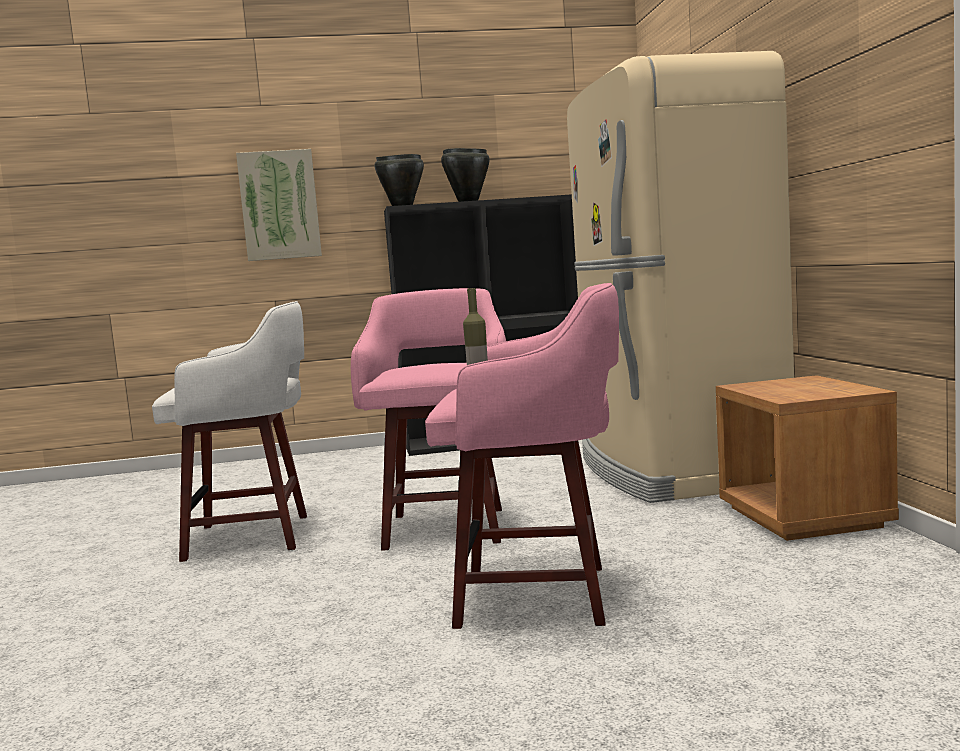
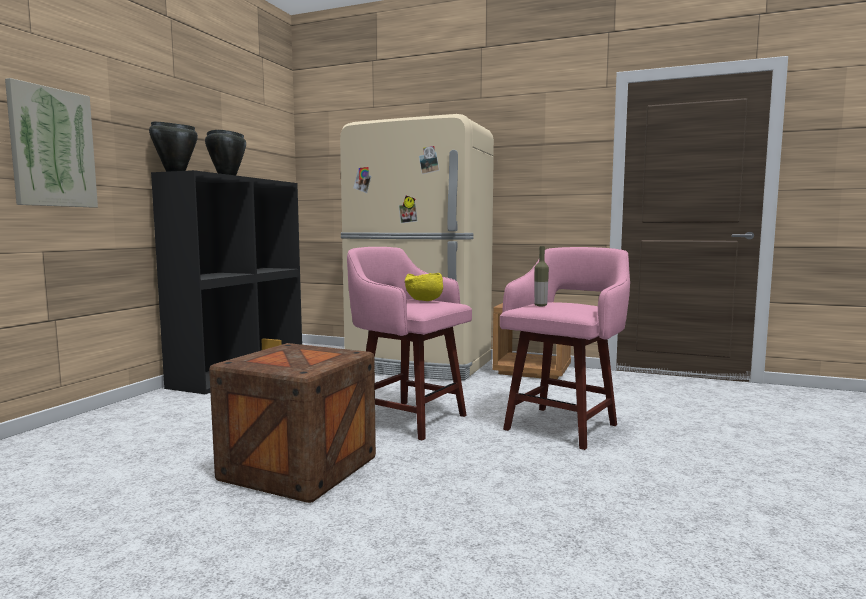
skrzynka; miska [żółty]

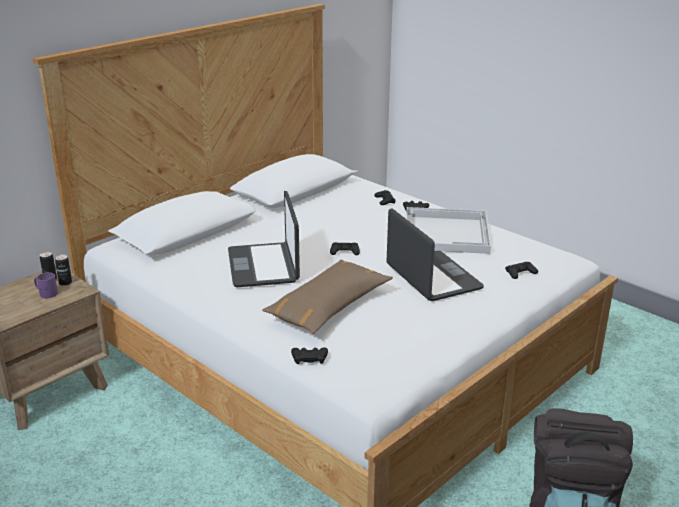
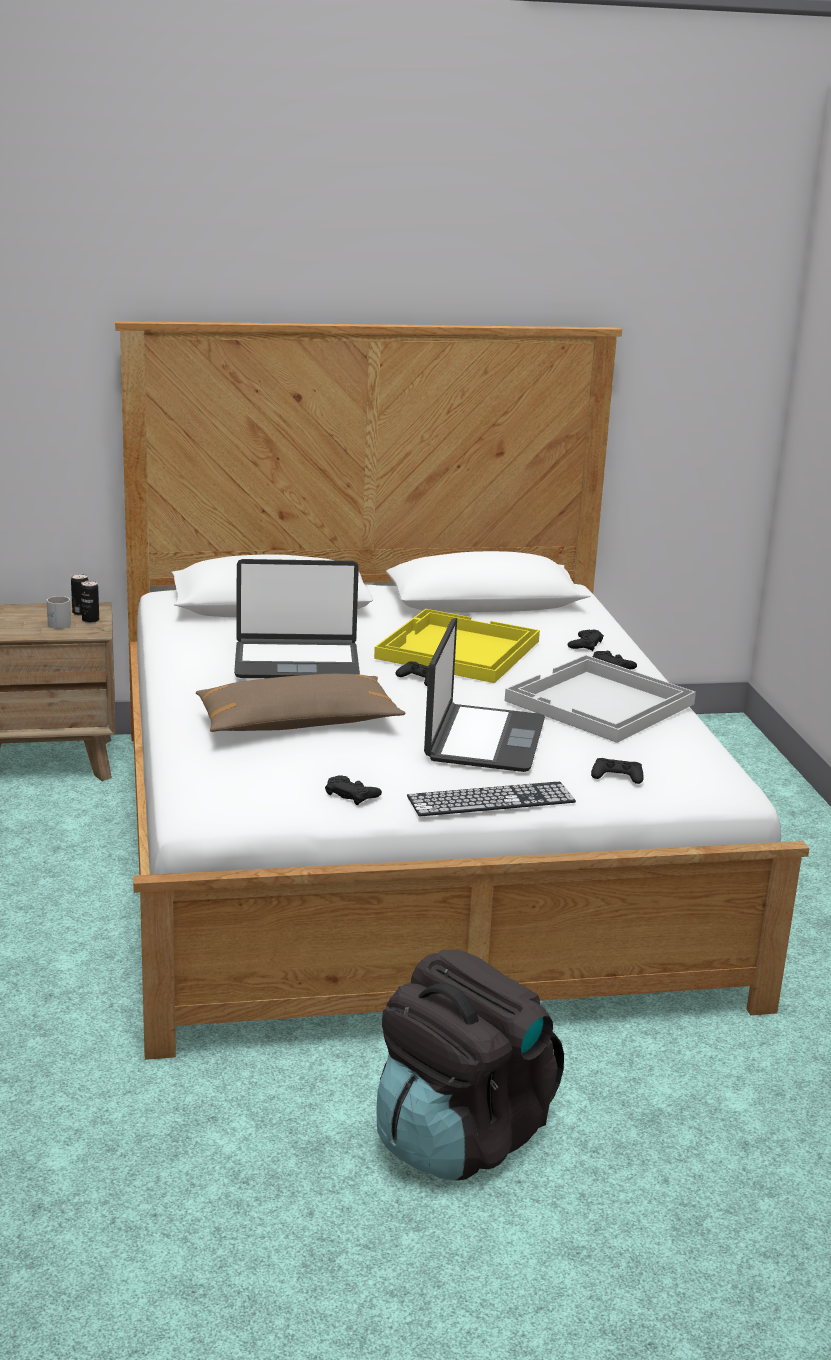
kubek [biały]; laptop (1st from left); pad do gier [czarny] (1st from left); taca [żółty]; klawiatura

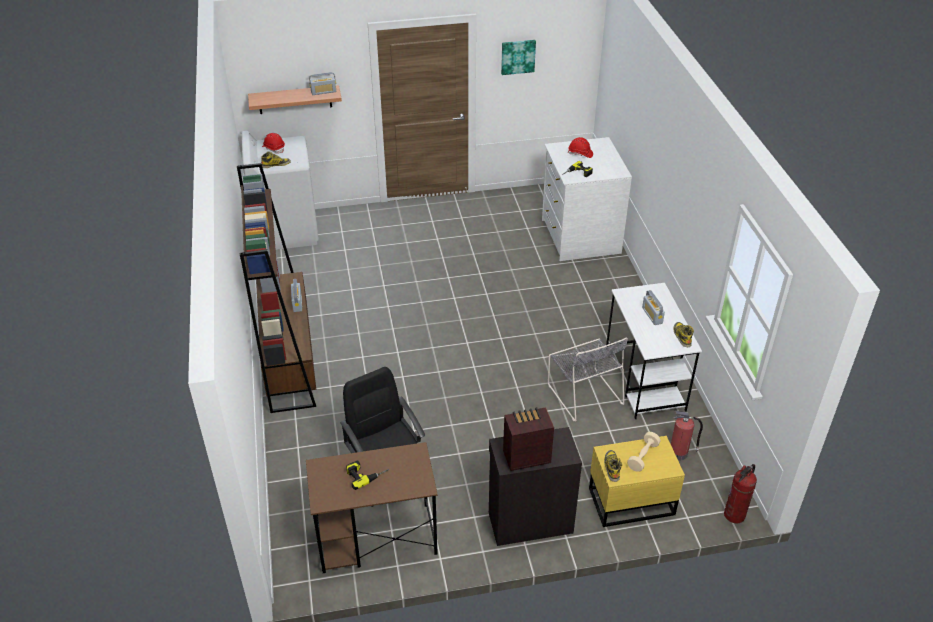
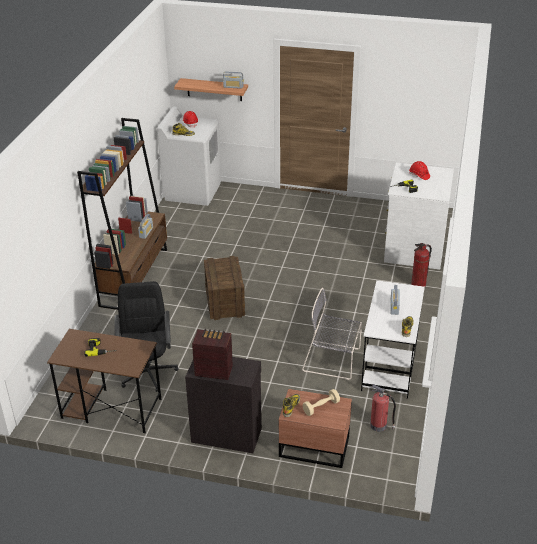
skrzynka; szafka nocna [brązowy]; krzesło [szary]; gaśnica (2nd from left); obraz

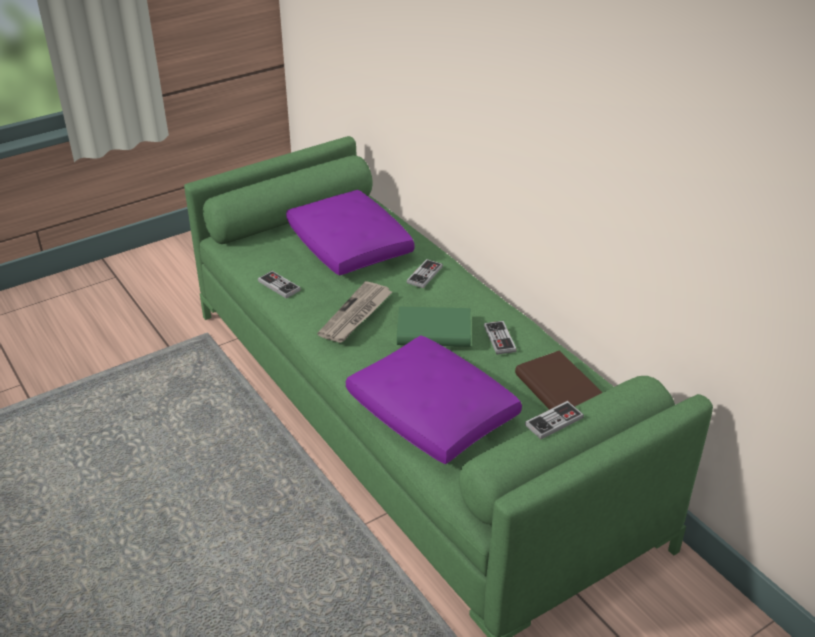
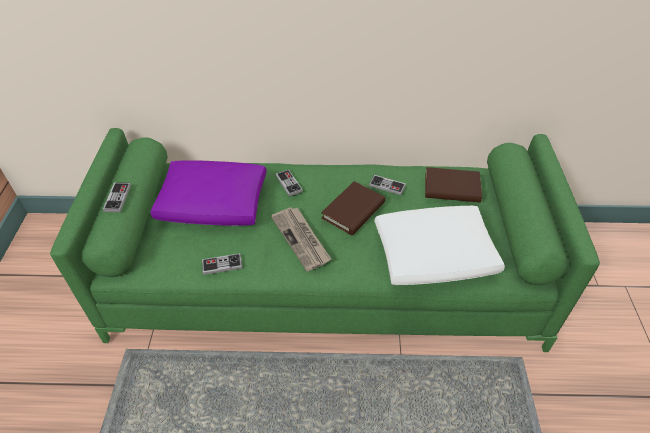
pad do gier (1st from left); książka [brązowy] (1st from left); poduszka [biały]

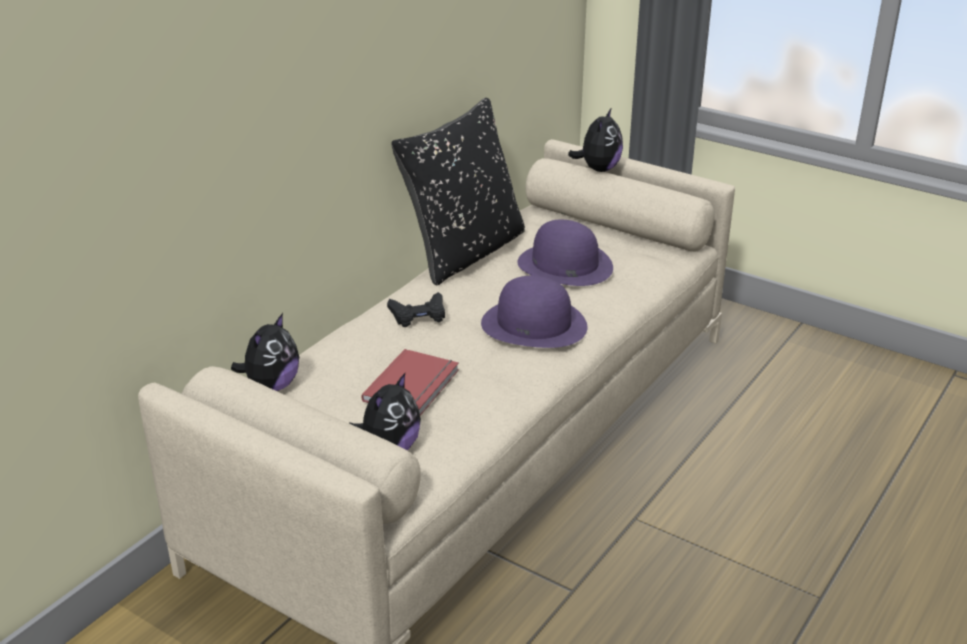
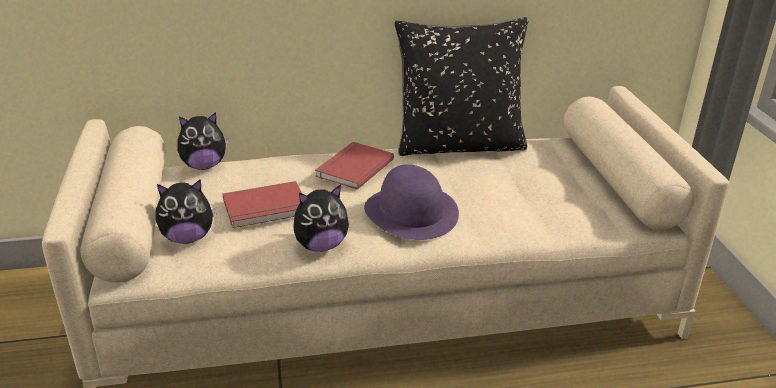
pluszak (3rd from left); książka [czerwony] (2nd from left); kapelusz [fioletowy] (2nd from left in the first image)

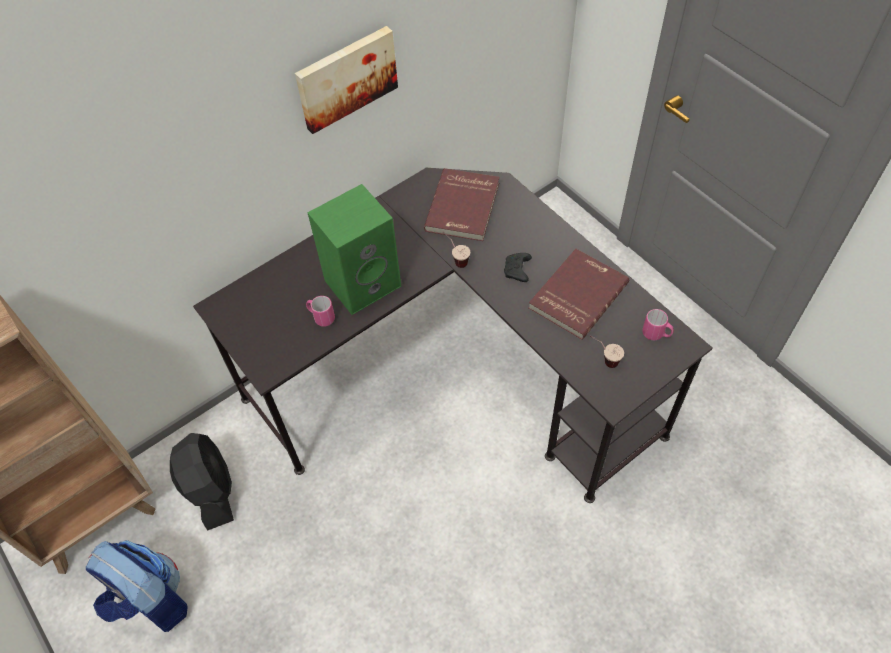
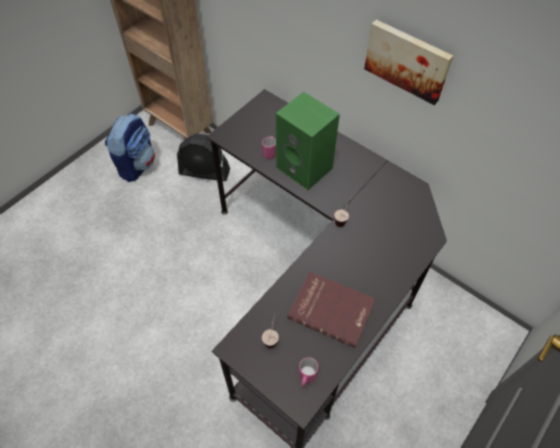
wentylator [czarny]; książka [czerwony] (1st from left in the first image); pad do gier [czarny]

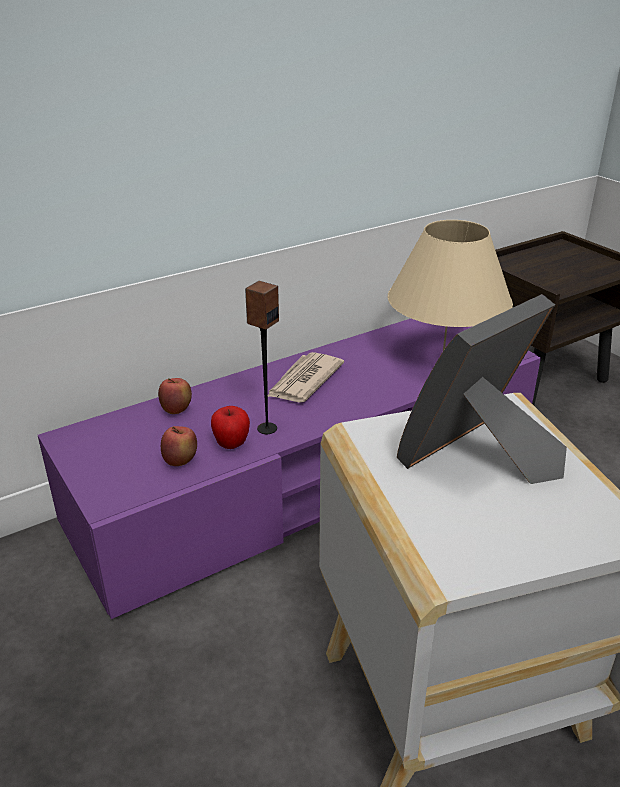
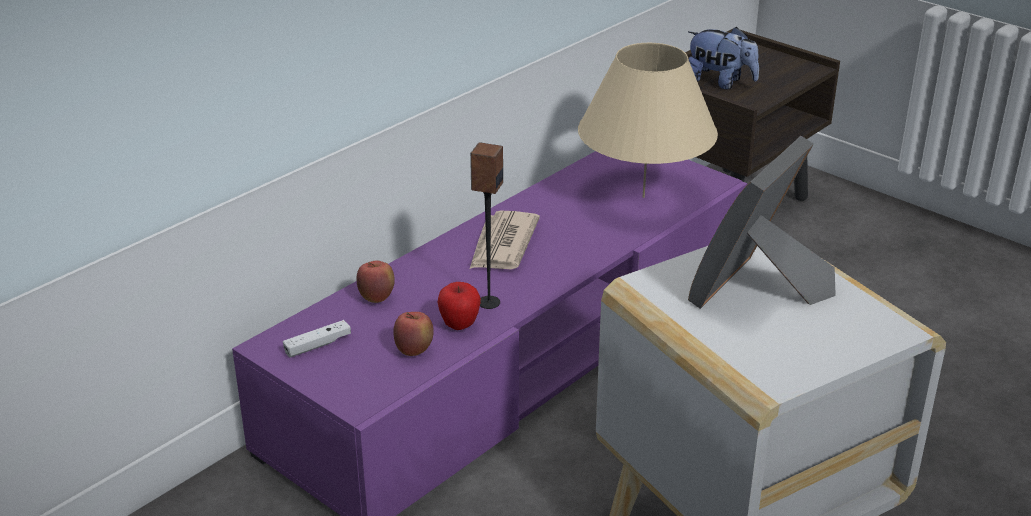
pad do gier [biały]; pluszak

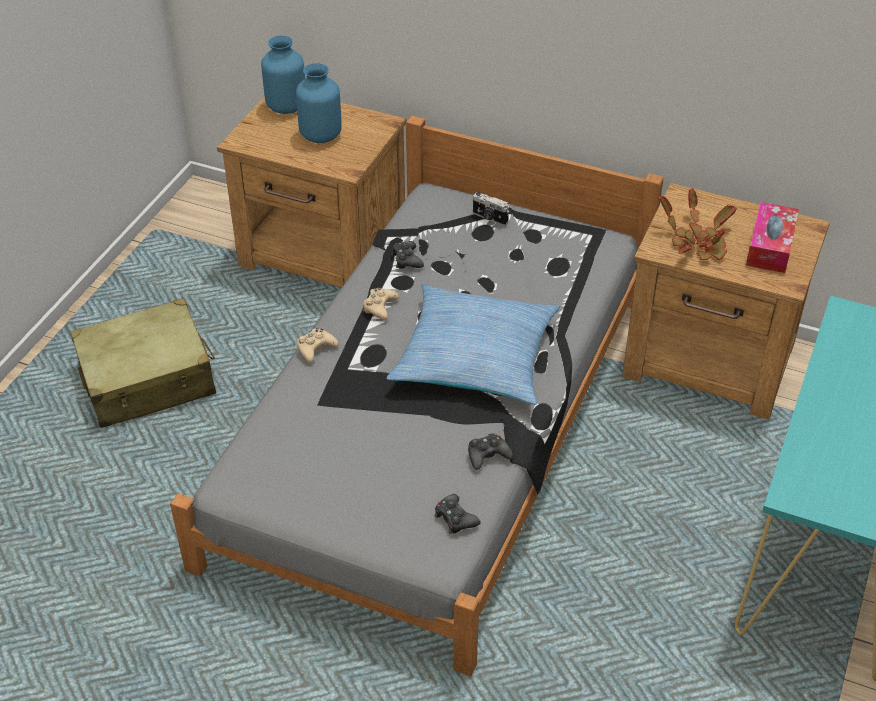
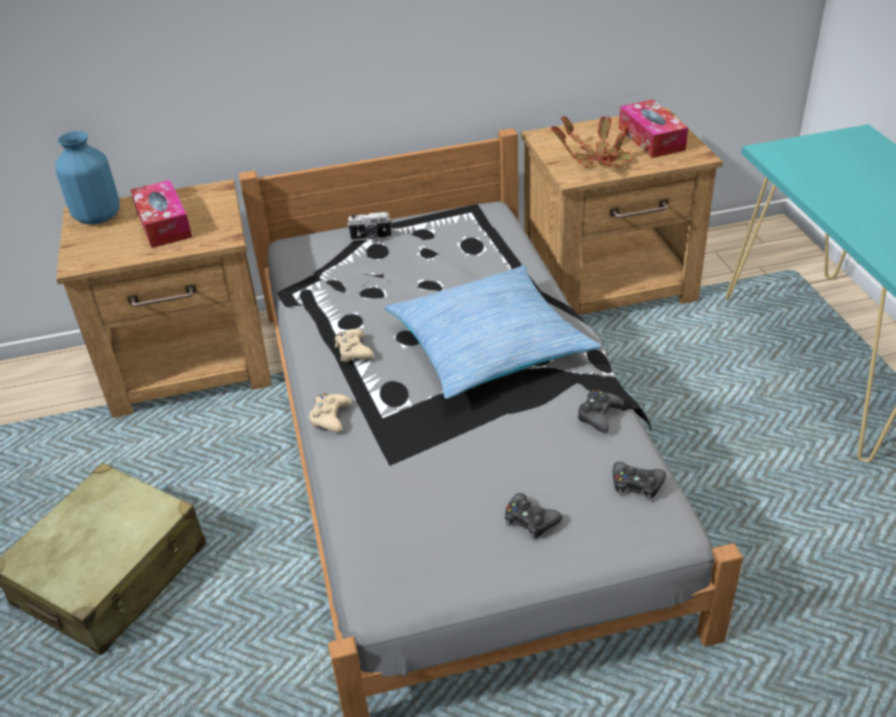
pudełko chusteczek (1st from left); pad do gier [czarny] (1st from left)

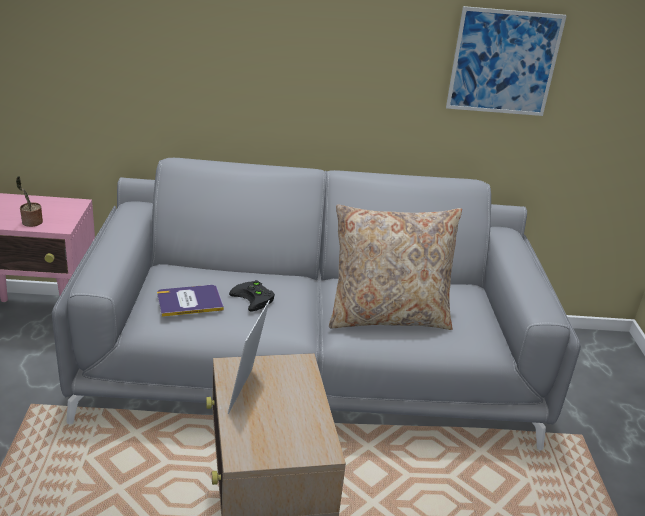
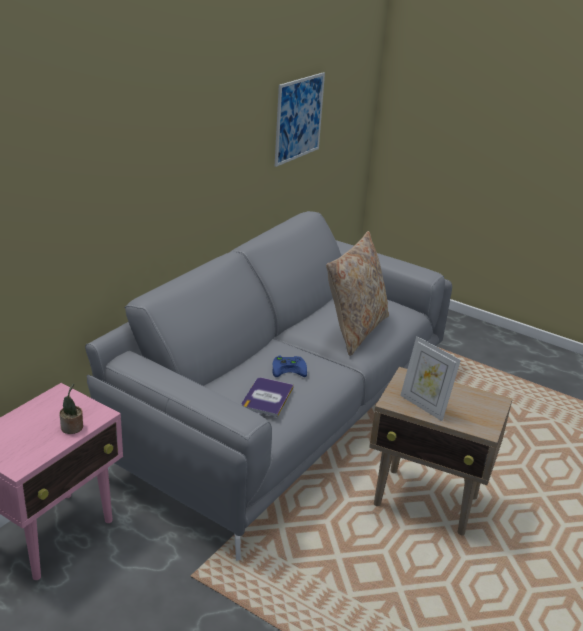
pad do gier [niebieski]

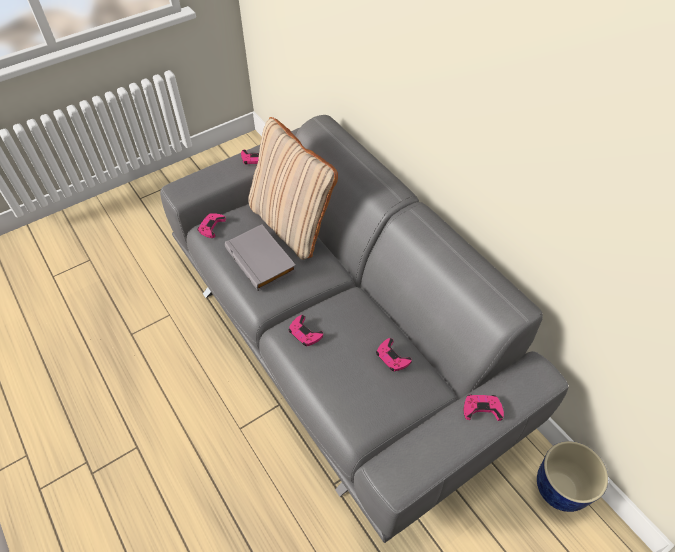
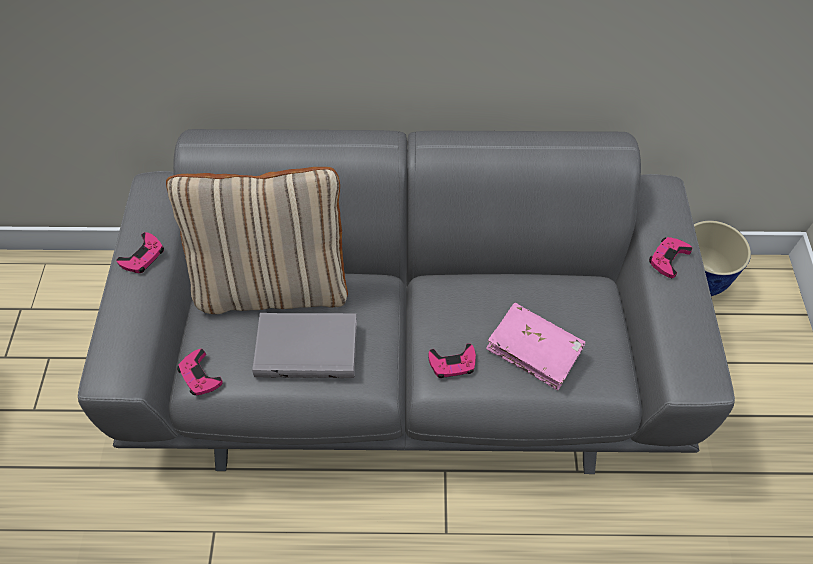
książka [różowy]; pad do gier [różowy] (4th from left in the first image)

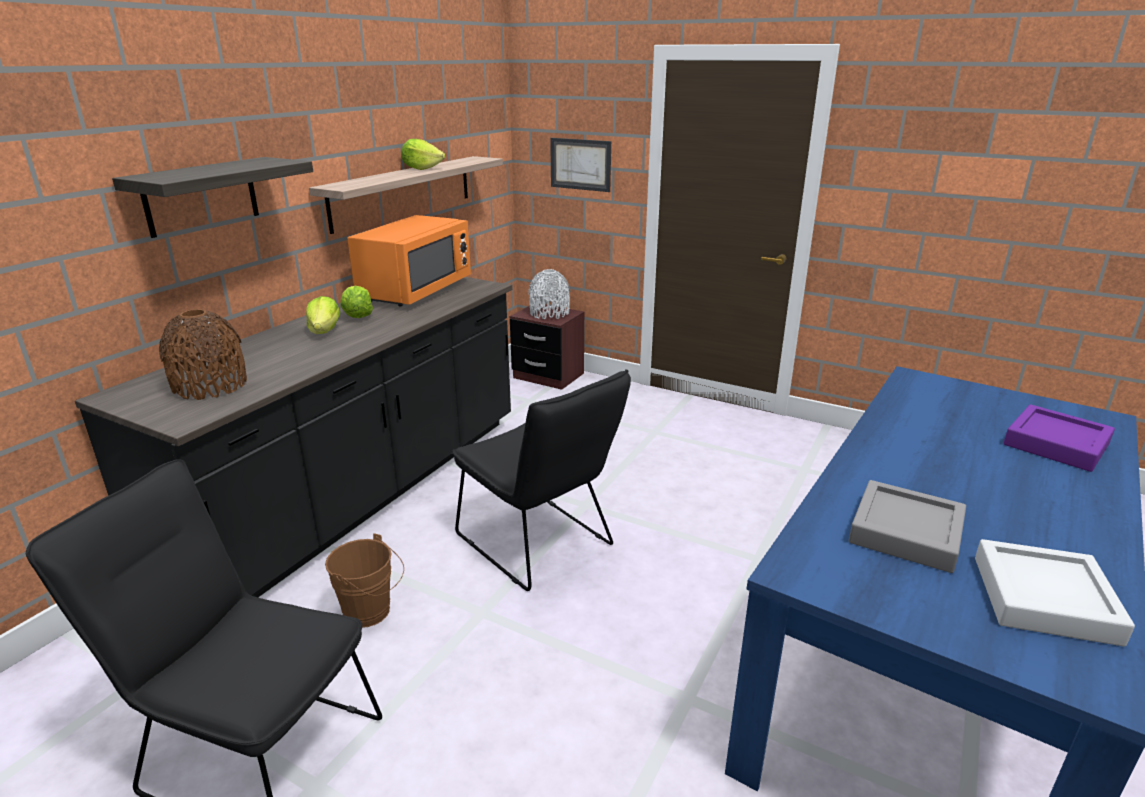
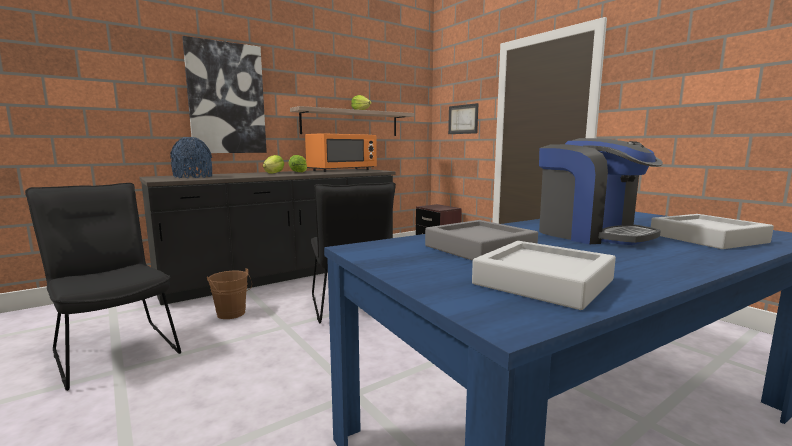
wazon [niebieski]; obraz (1st from left); ekspres do kawy; taca [szary] (3rd from left); wazon [szary]

